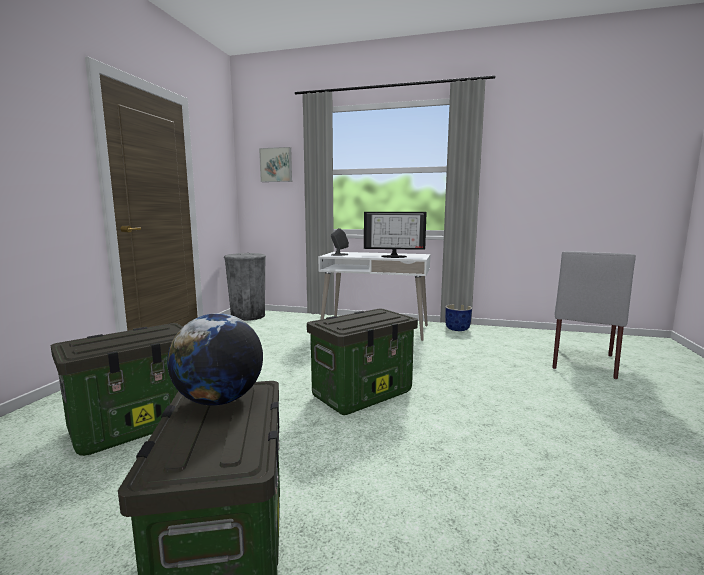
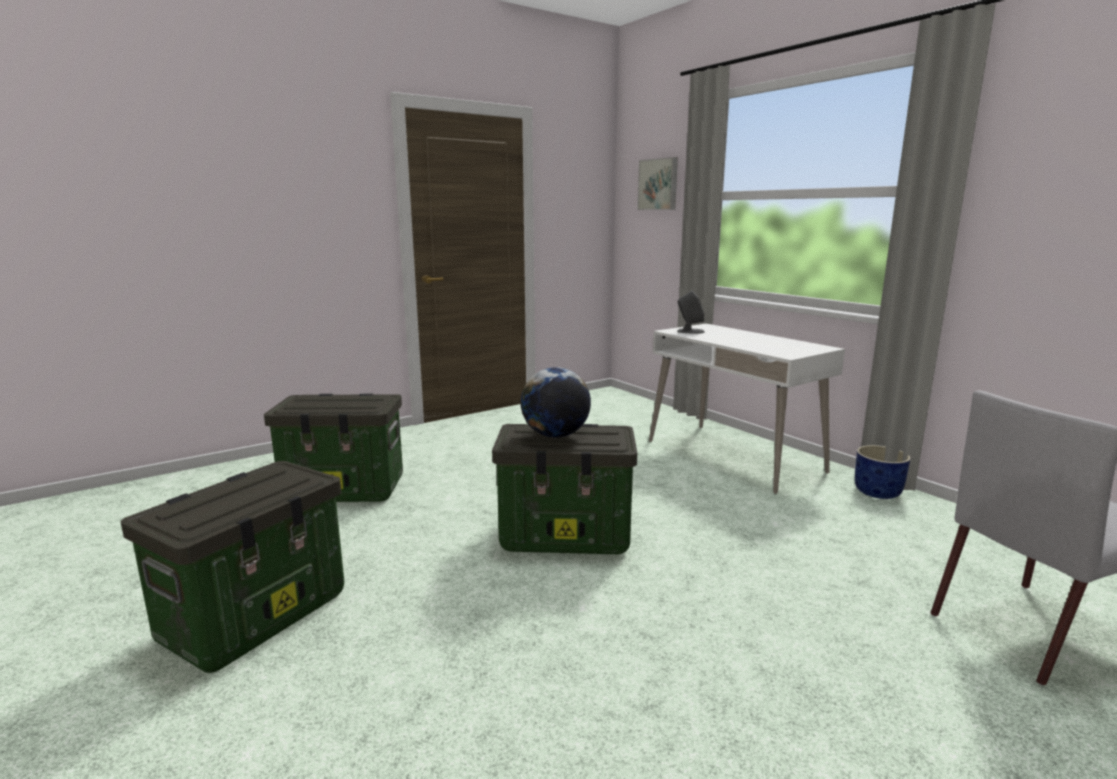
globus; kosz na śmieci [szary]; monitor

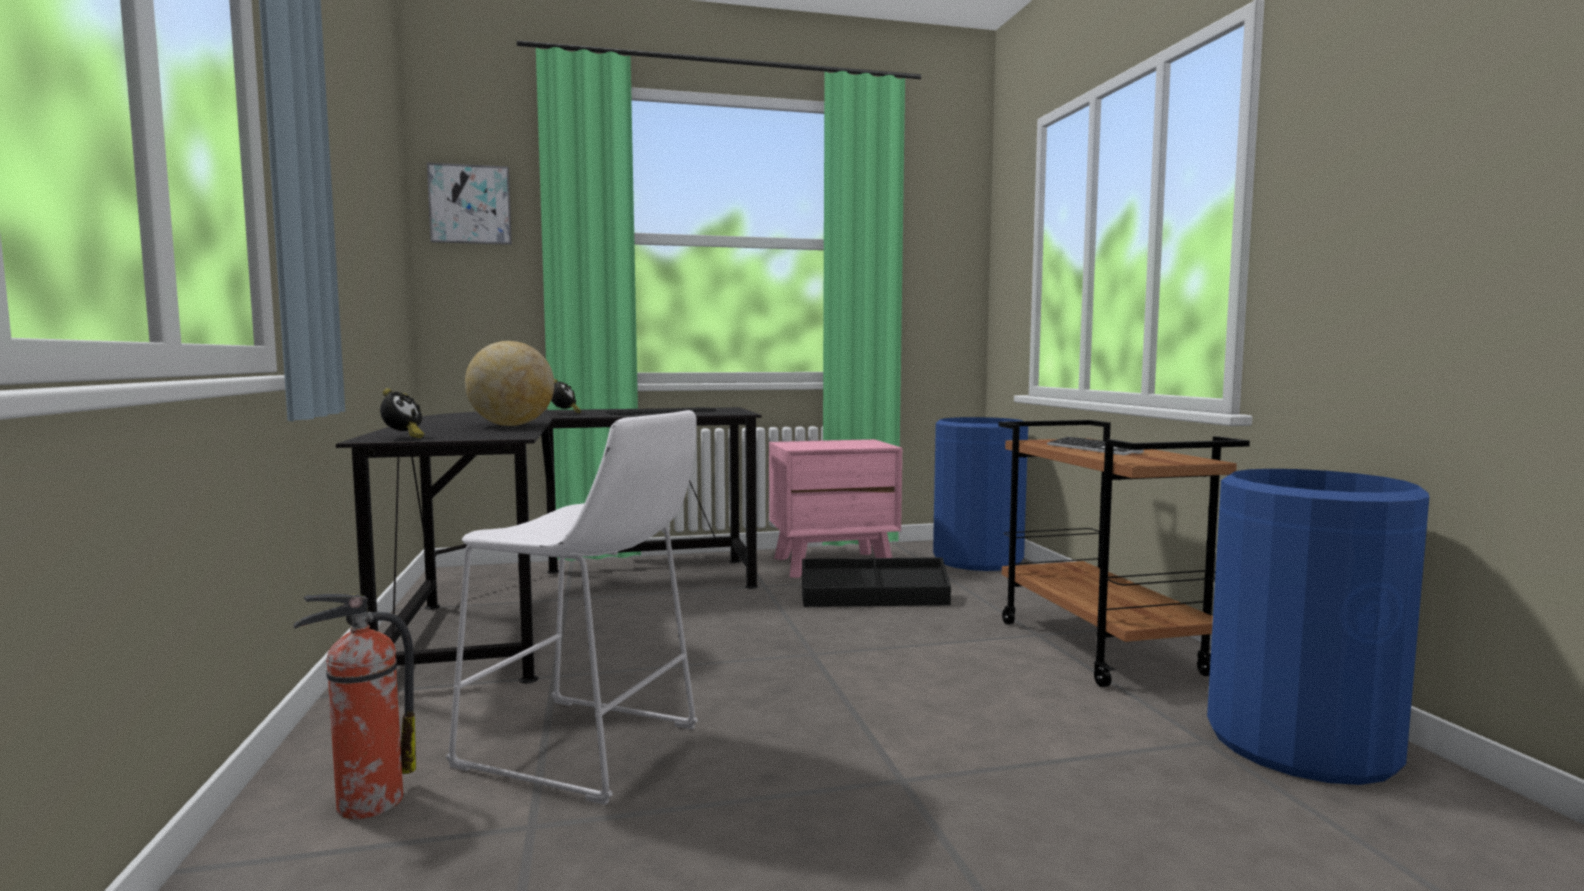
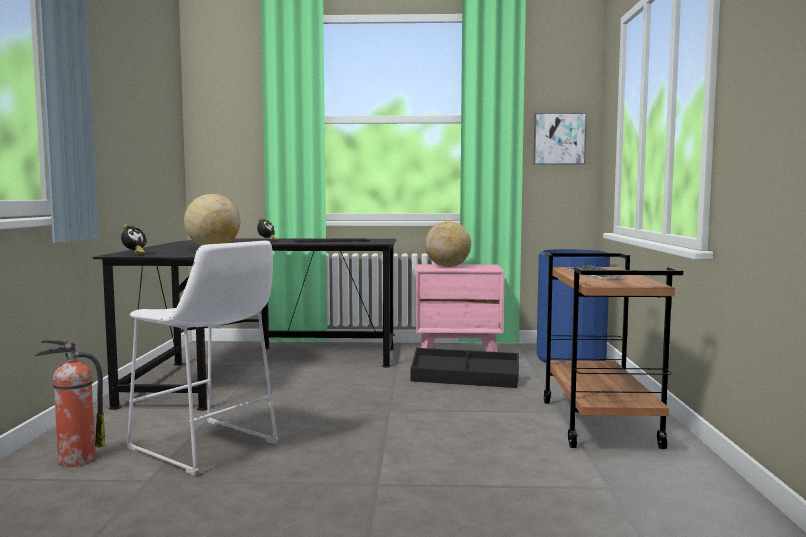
globus (2nd from left); obraz; kosz na śmieci [niebieski] (2nd from left in the first image)

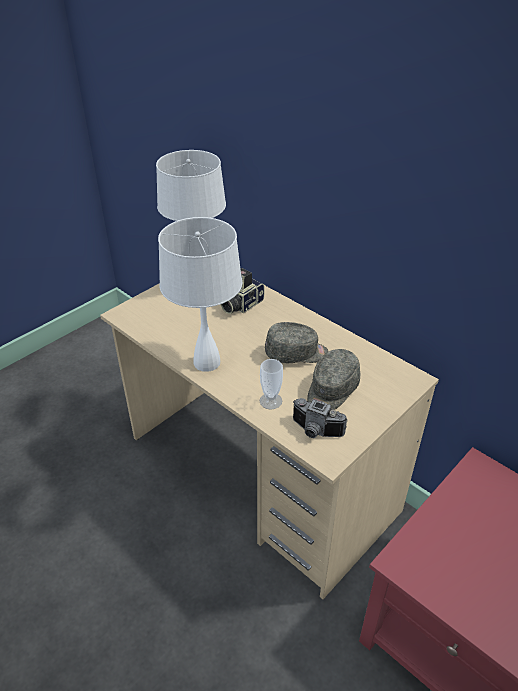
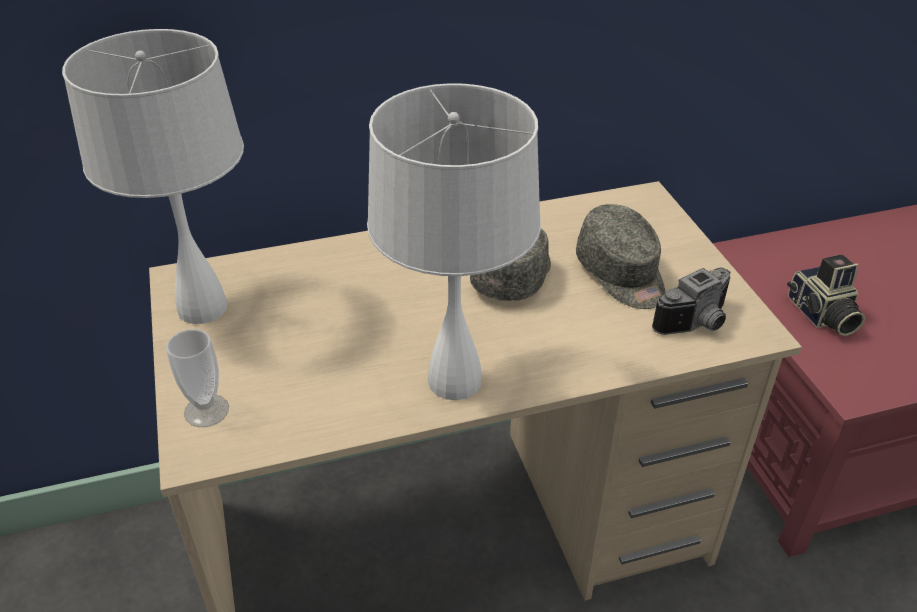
filiżanka; aparat fotograficzny (2nd from left)

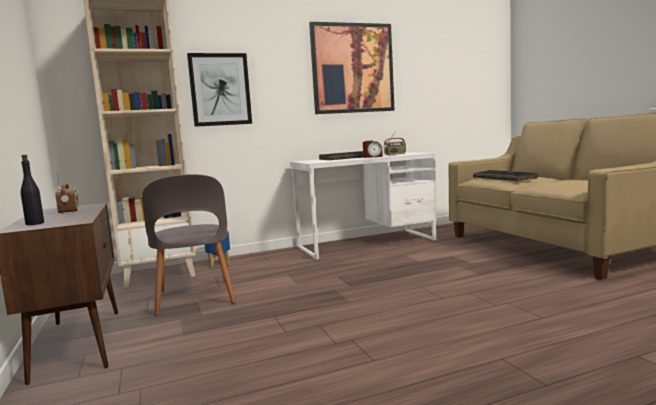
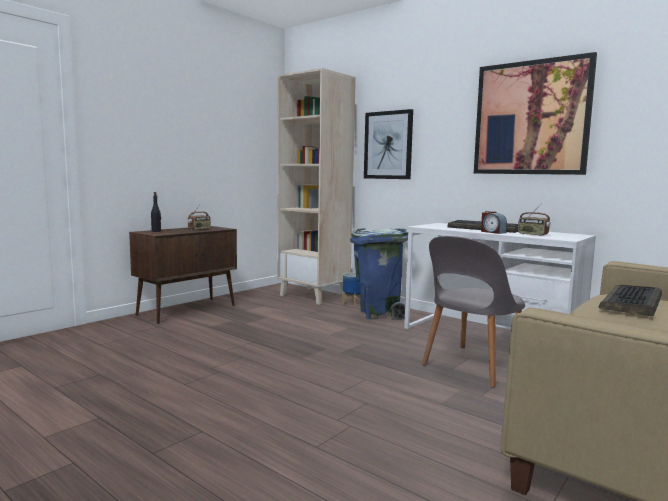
kosz na śmieci [niebieski]; krzesło [szary]

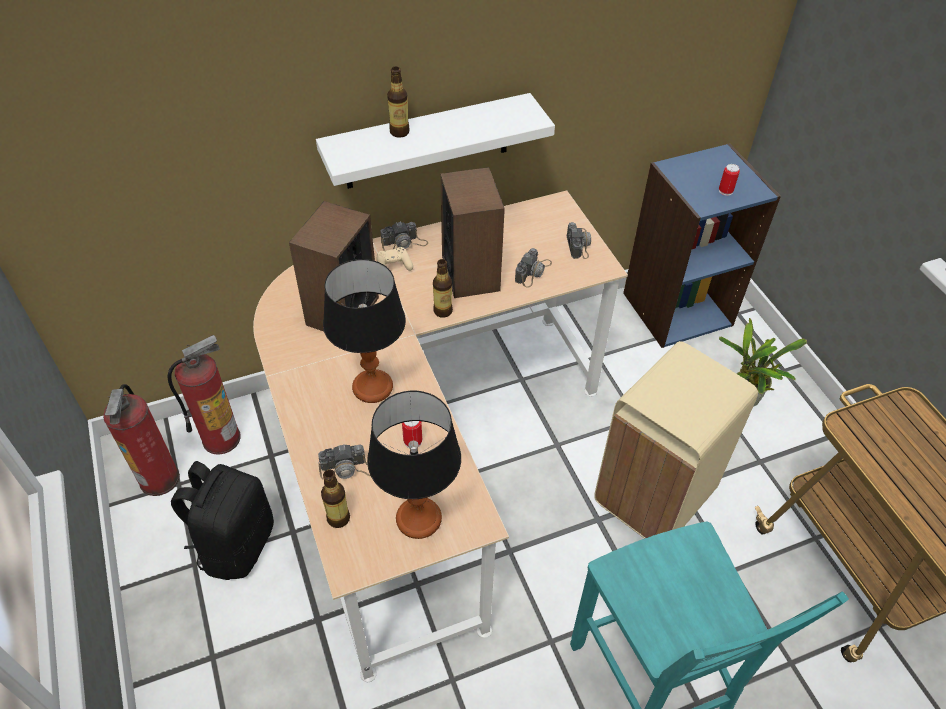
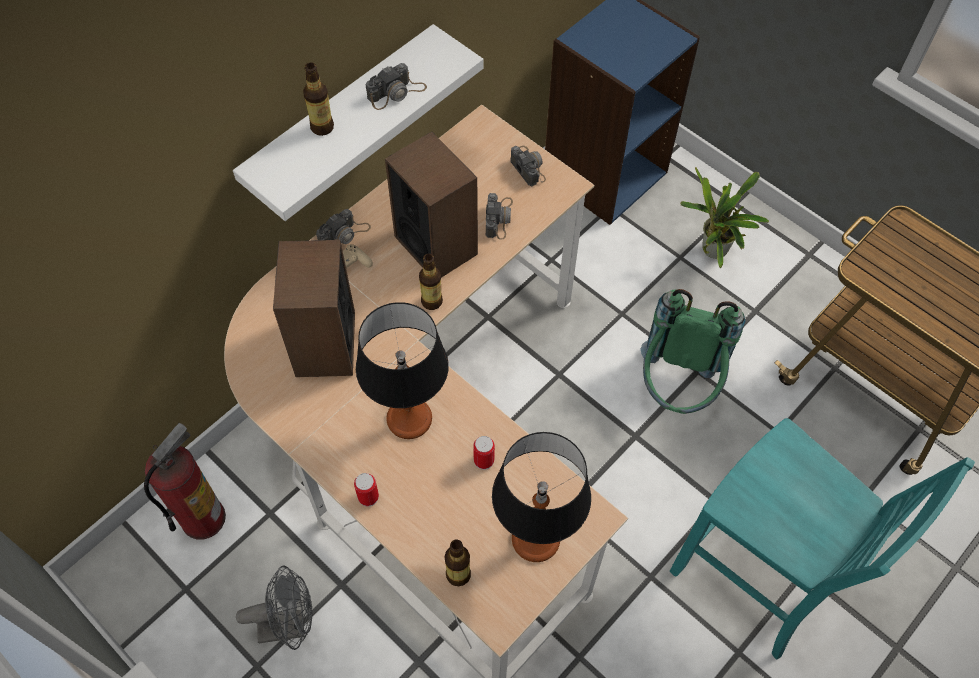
wentylator [szary]; puszka (1st from left); aparat fotograficzny (2nd from left); plecak [zielony]; gaśnica (1st from left in the first image)

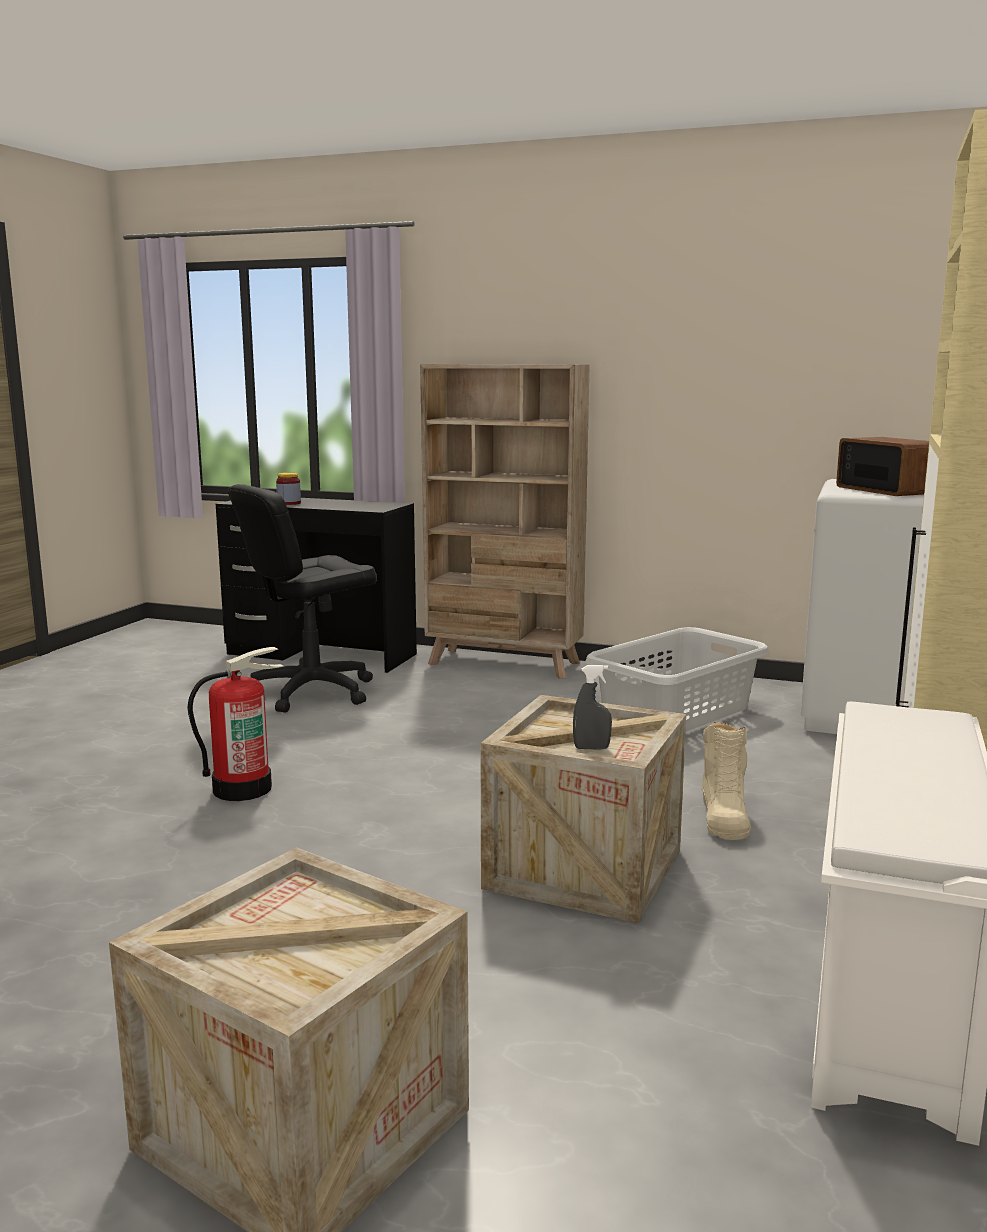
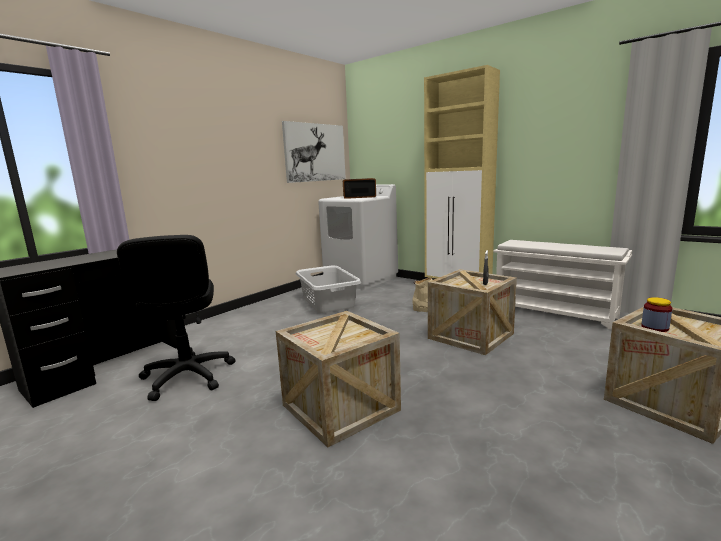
skrzynka (1st from left); obraz; słoik; regał [beżowy]

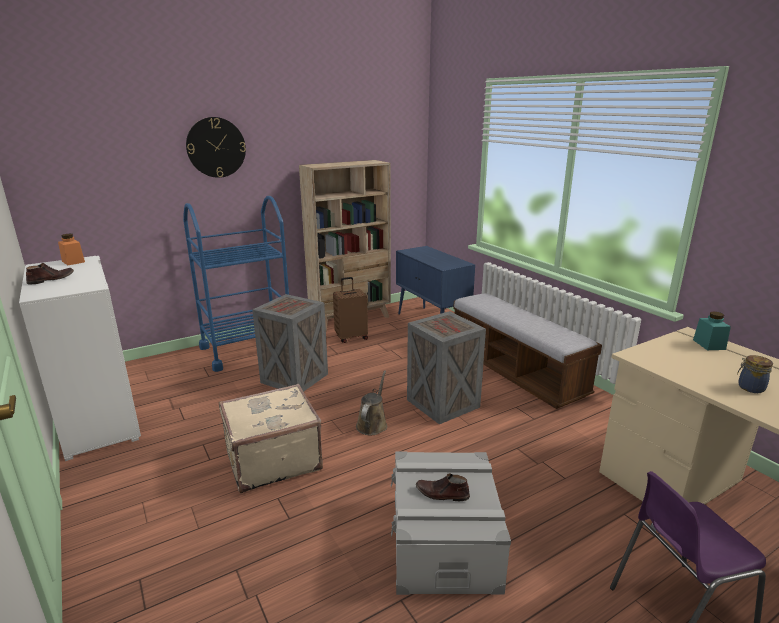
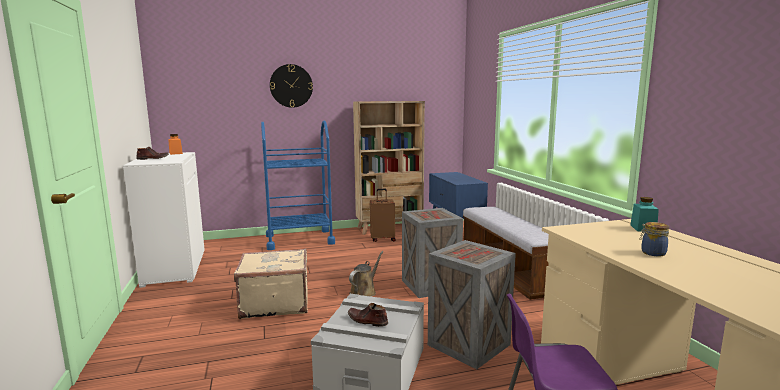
skrzynka (2nd from left)

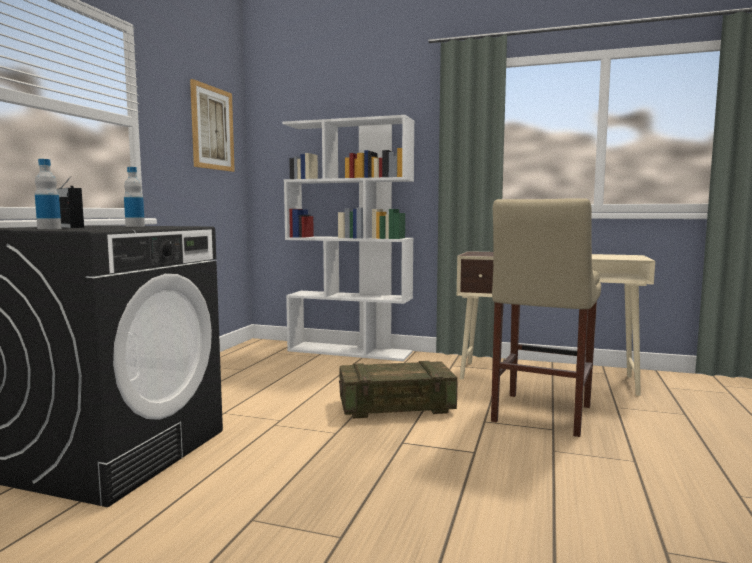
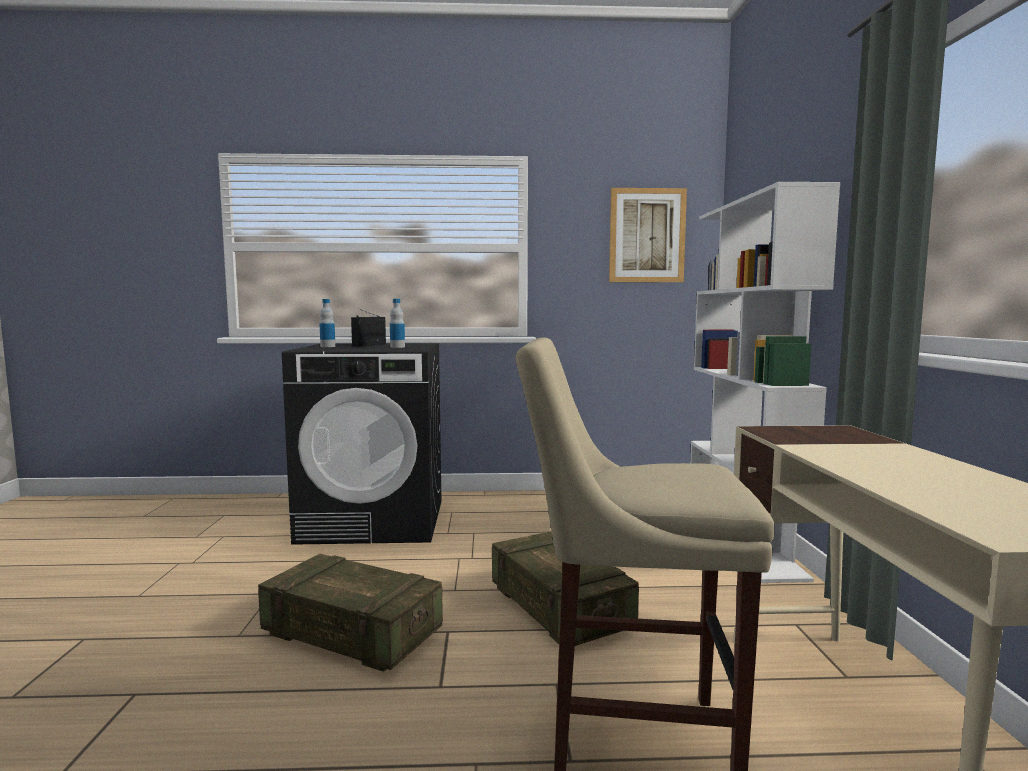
skrzynka (1st from left)

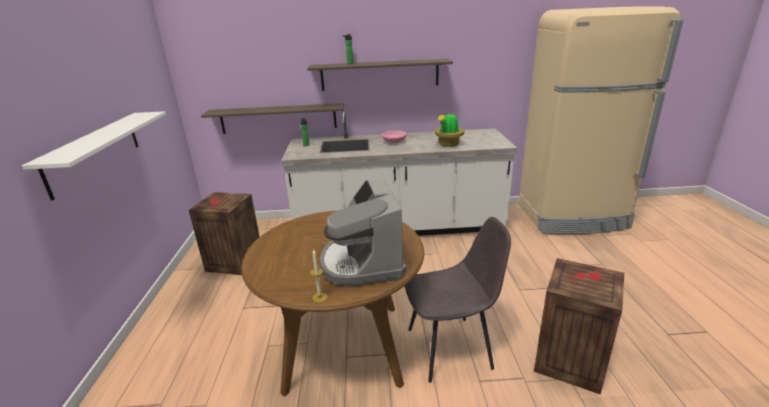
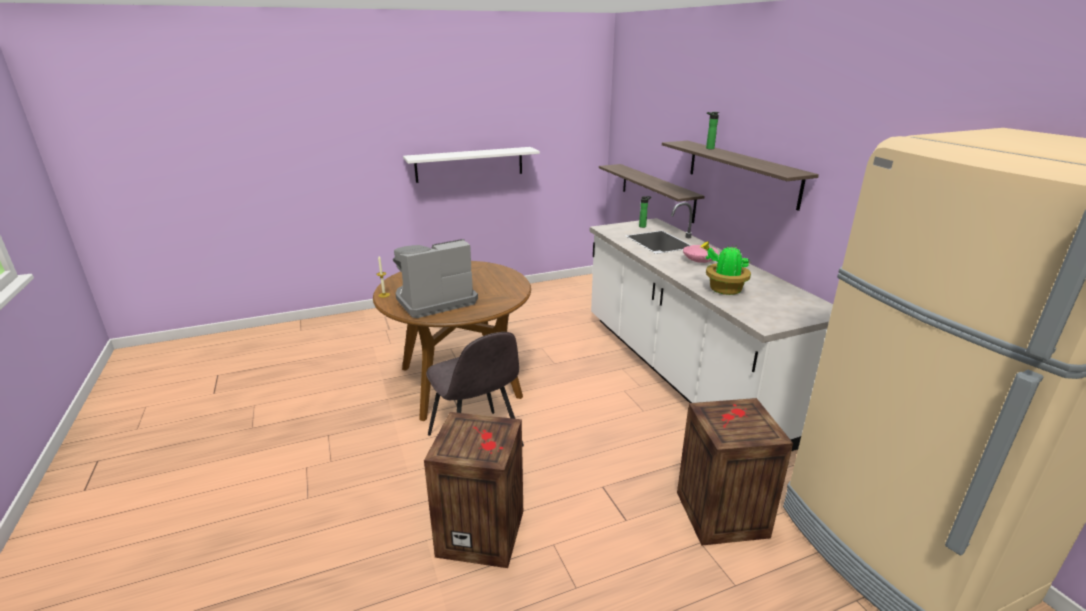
skrzynka (2nd from left)

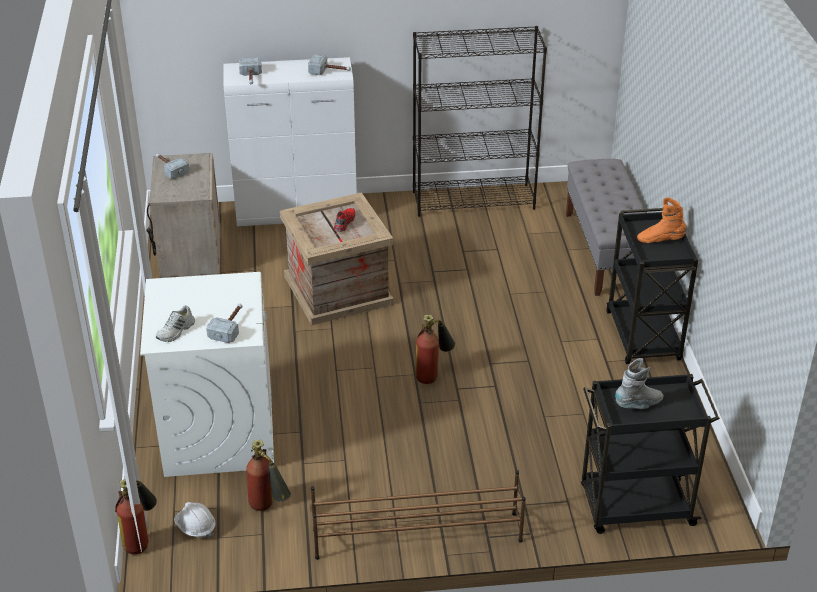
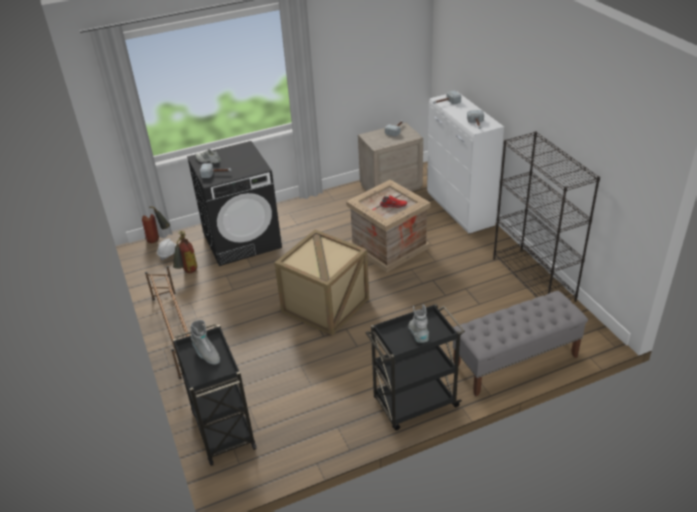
pralka [czarny]; skrzynka (1st from left); but z cholewką [szary] (2nd from left)

